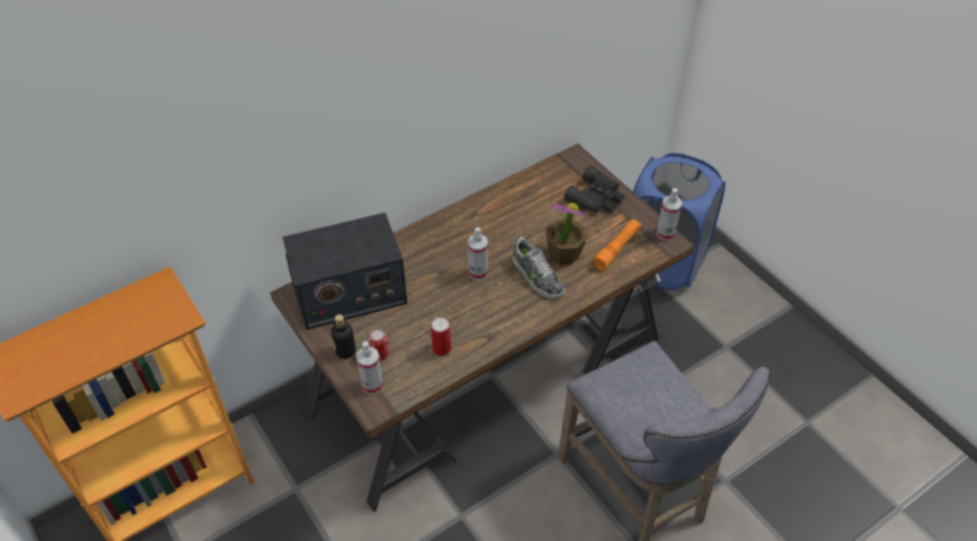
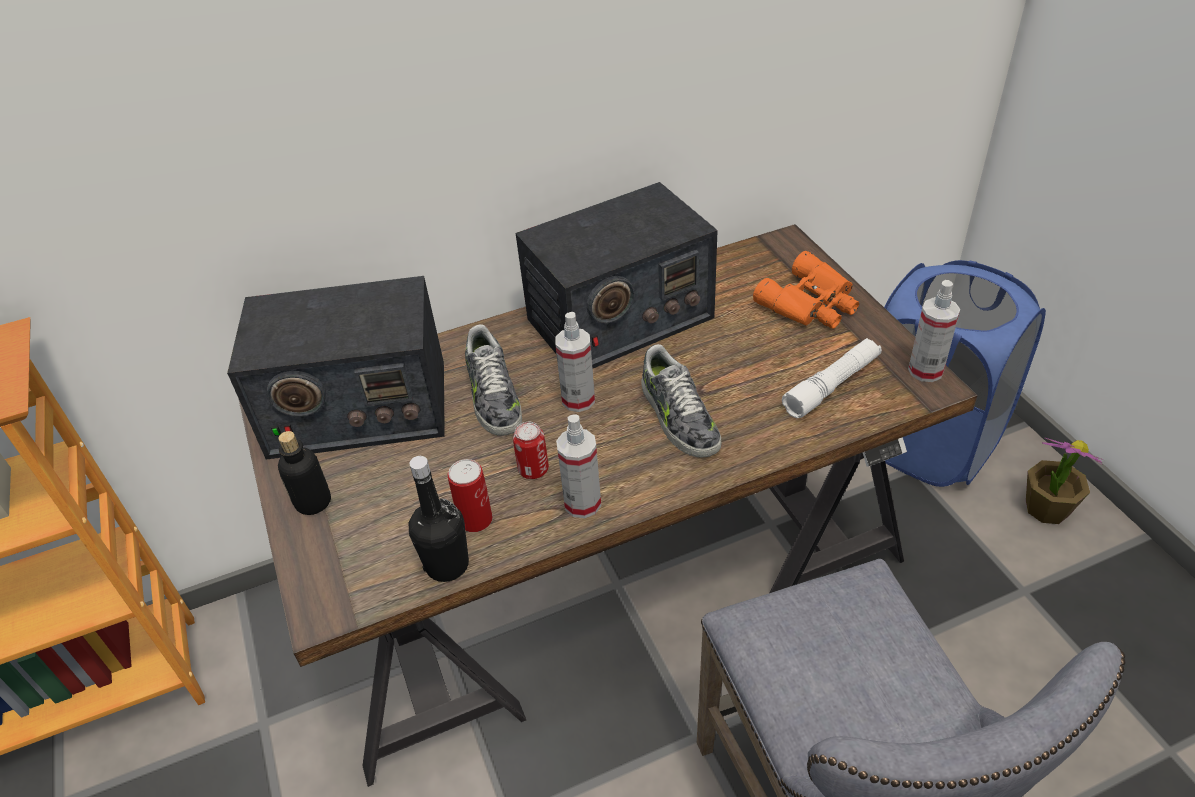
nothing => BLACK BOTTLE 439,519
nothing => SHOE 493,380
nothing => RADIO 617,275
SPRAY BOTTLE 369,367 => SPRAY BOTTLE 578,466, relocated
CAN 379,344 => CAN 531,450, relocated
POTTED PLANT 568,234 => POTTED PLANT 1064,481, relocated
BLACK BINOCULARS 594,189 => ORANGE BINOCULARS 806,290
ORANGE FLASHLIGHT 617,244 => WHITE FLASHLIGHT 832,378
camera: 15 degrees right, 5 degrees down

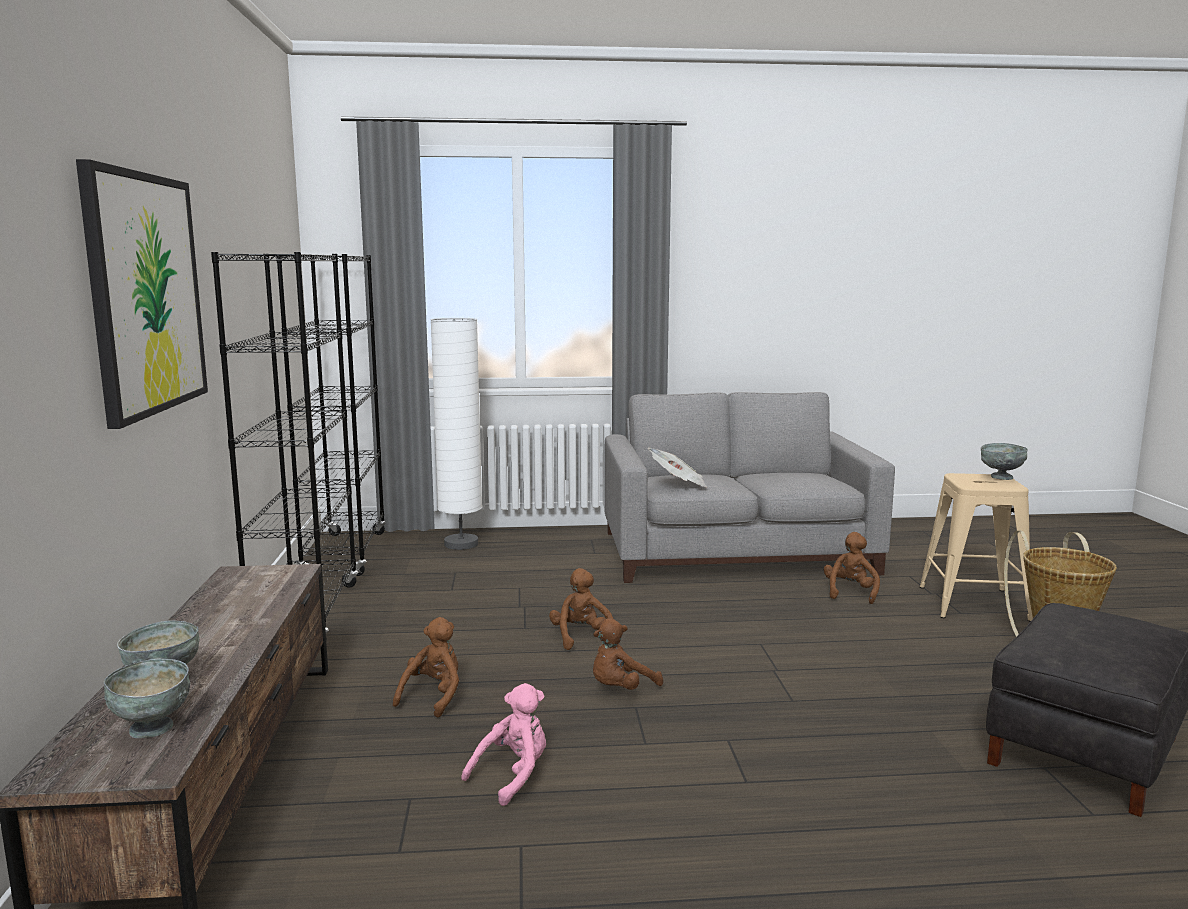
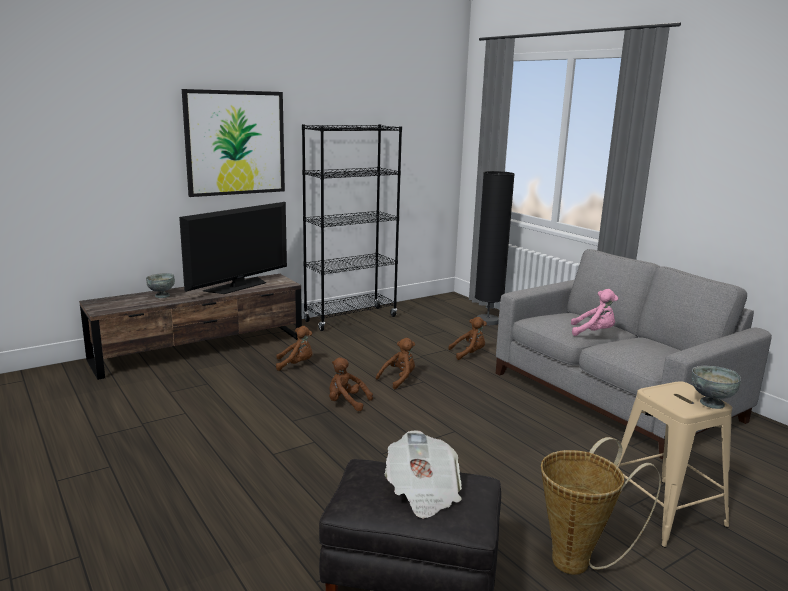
GREY BOWL 147,698 => nothing
BLACK BOOKCASE 330,415 => nothing
nothing => TELEVISION 233,248
PINK PLUSH TOY 503,744 => PINK PLUSH TOY 594,312, relocated
NEWSPAPER 677,467 => NEWSPAPER 423,474, relocated
BROWN PLUSH TOY 852,568 => BROWN PLUSH TOY 467,338, relocated
WHITE FLOOR LAMP 456,434 => BLACK FLOOR LAMP 495,248
camera: 60 degrees right, 5 degrees up

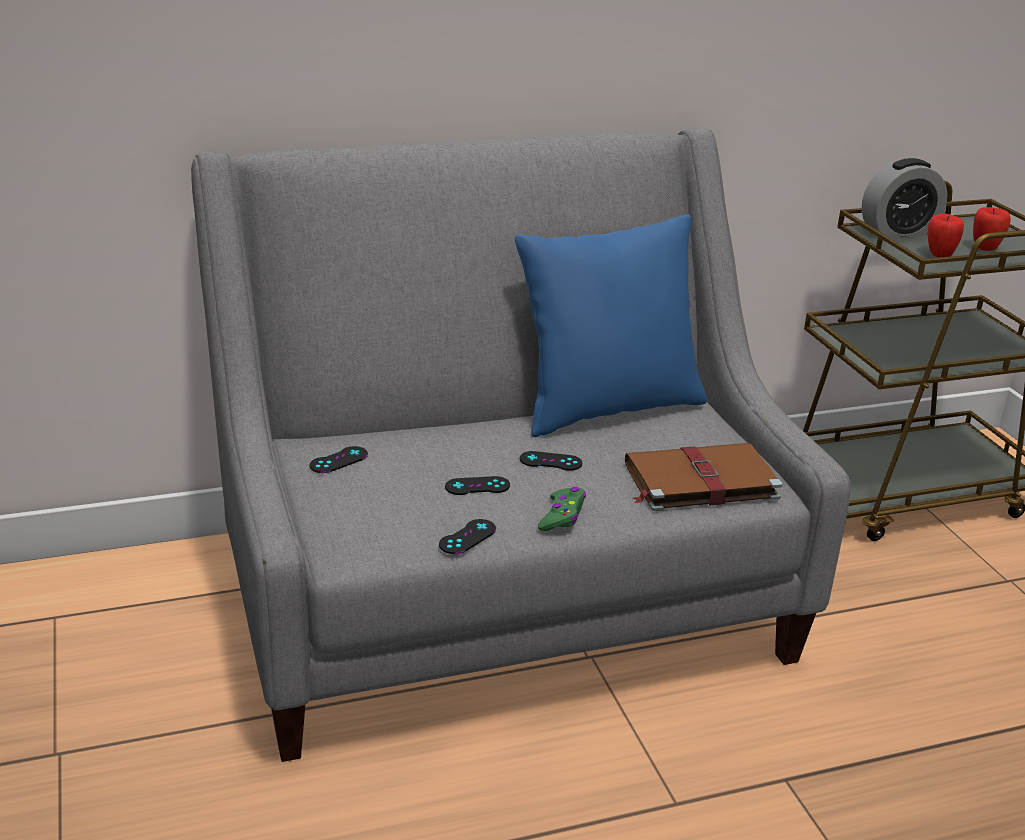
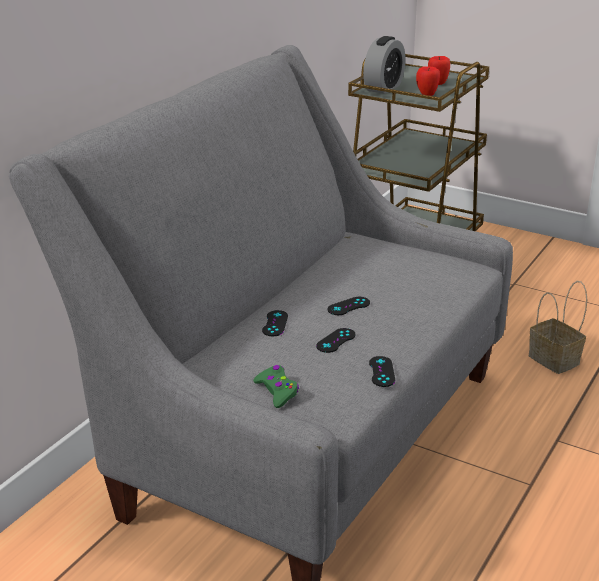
BLUE PILLOW 611,326 => nothing
BROWN BOOK 704,477 => nothing
nothing => BASKET 558,327
BLACK GAME CONTROLLER 338,459 => BLACK GAME CONTROLLER 275,323, relocated
GREEN GAME CONTROLLER 562,509 => GREEN GAME CONTROLLER 276,386, relocated
camera: 40 degrees left, 0 degrees up

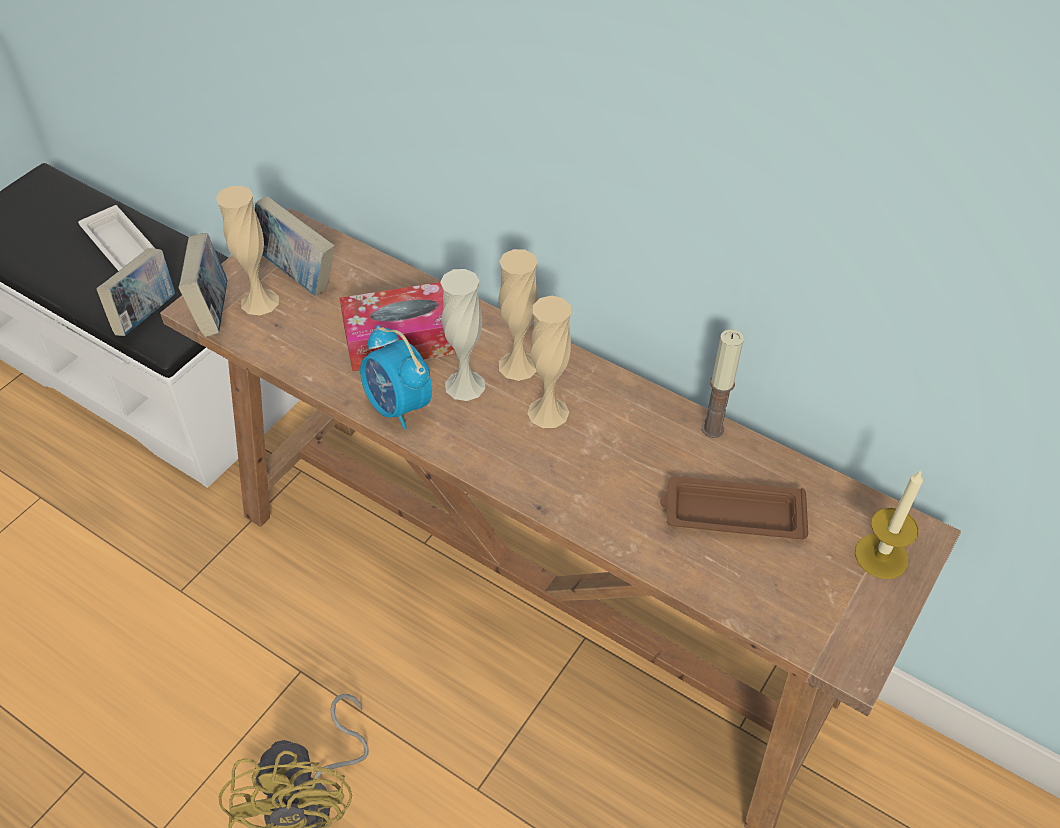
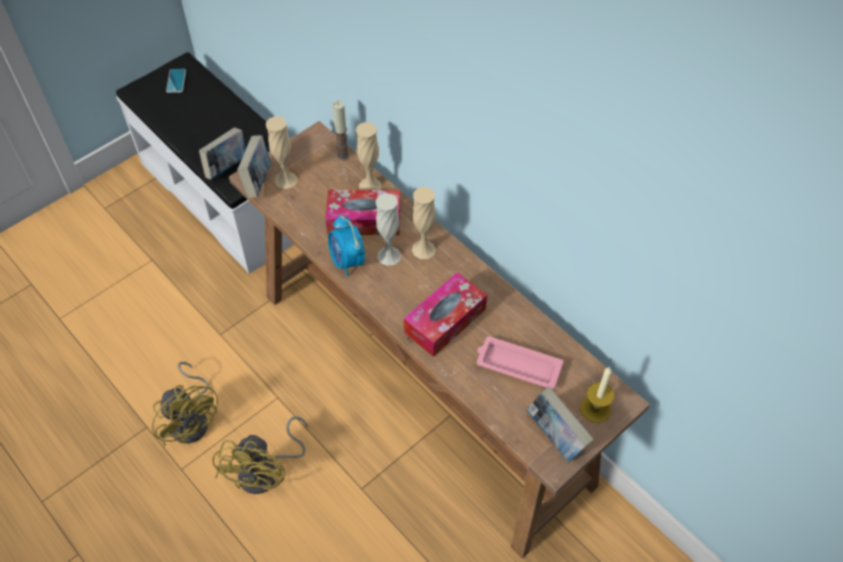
WHITE TRAY 116,238 => nothing
nothing => YELLOW FAN 185,404
nothing => PHONE 176,81
nothing => TISSUE BOX 445,314
BOOK 295,246 => BOOK 560,424, relocated
BEIGE VASE 549,362 => BEIGE VASE 369,156, relocated
CANDLE 722,383 => CANDLE 340,131, relocated
BROWN TRAY 734,507 => PINK TRAY 520,362
camera: 15 degrees right, 5 degrees up

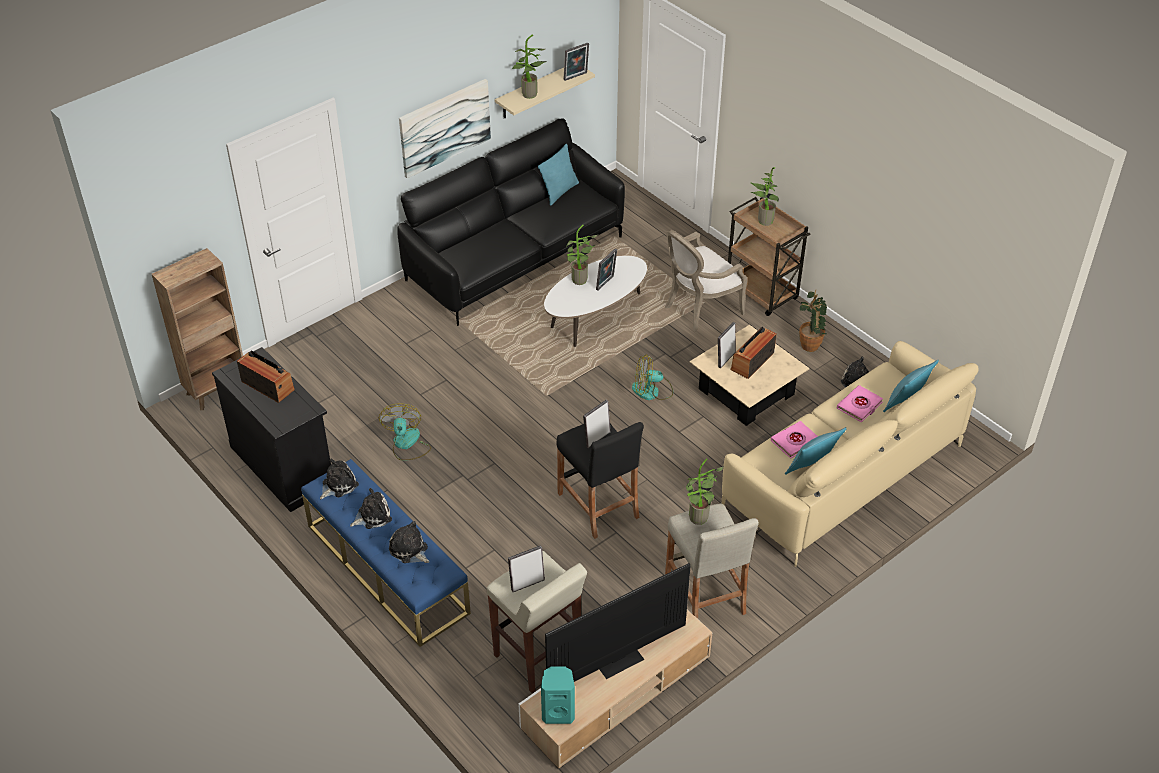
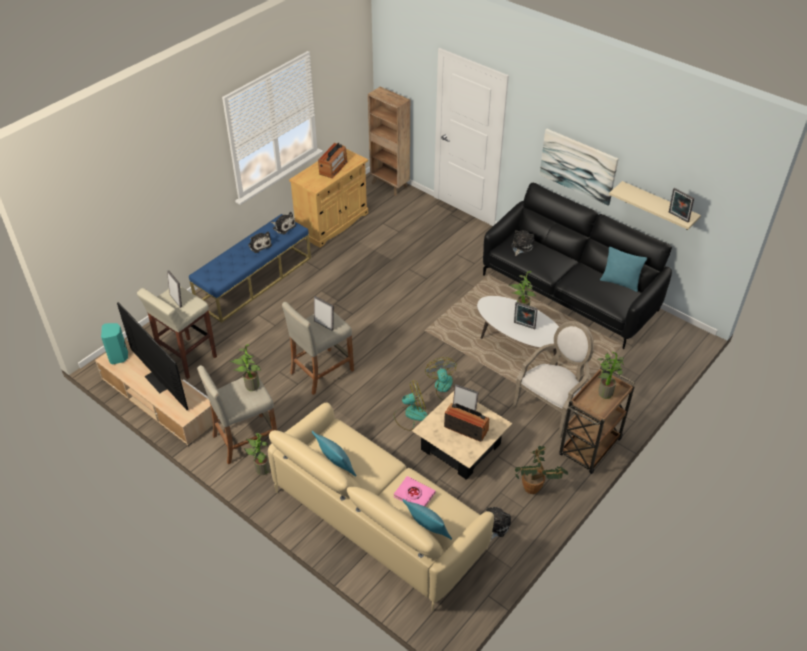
PINK BOOK 794,440 => nothing
FAN 405,432 => FAN 410,405, relocated
PLUSH TOY 409,542 => PLUSH TOY 522,243, relocated
POTTED PLANT 529,67 => POTTED PLANT 257,454, relocated
BLACK CABINET 271,429 => BEIGE CABINET 328,198
BLACK STOOL 600,480 => BEIGE STOOL 318,348
ARMCHAIR 706,281 => ARMCHAIR 553,379, 90 degrees clockwise
camera: 80 degrees right, 0 degrees up

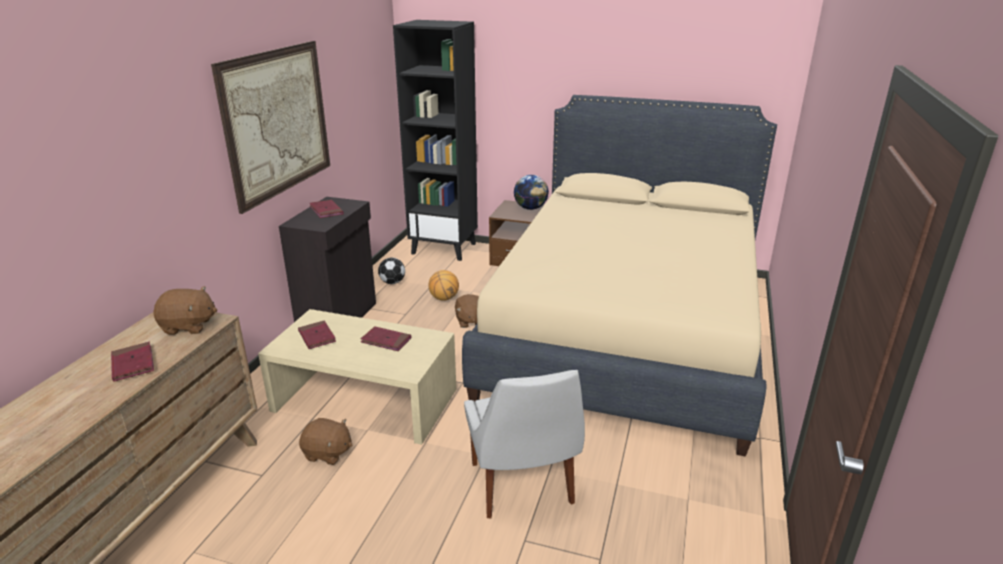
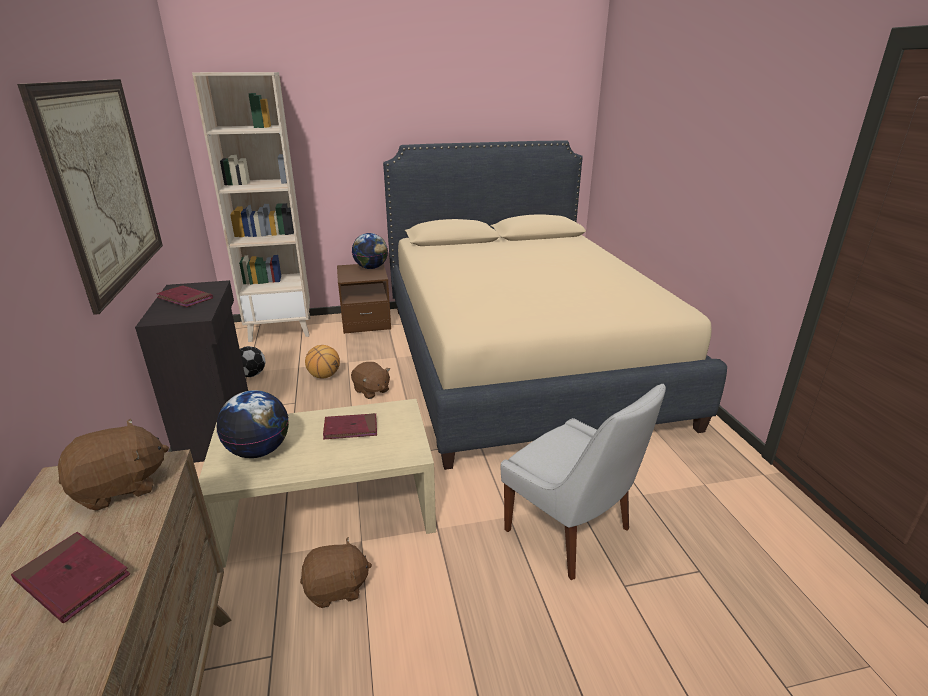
RED BOOK 317,335 => GLOBE 252,424
BLACK BOOKCASE 435,140 => BEIGE BOOKCASE 251,207
camera: 30 degrees left, 0 degrees up

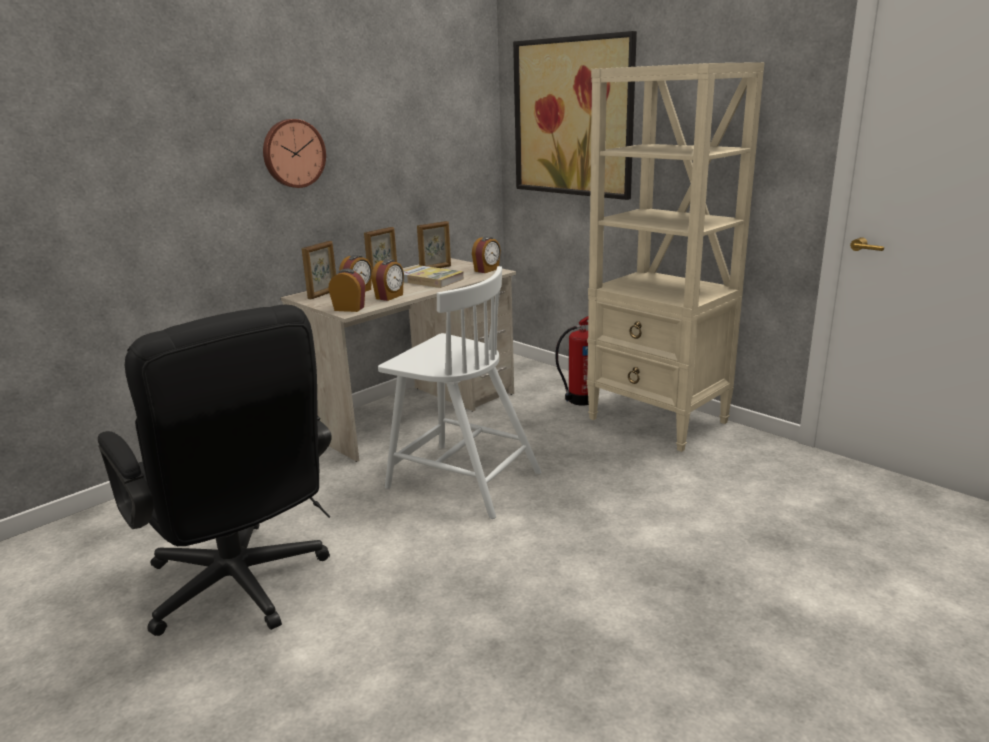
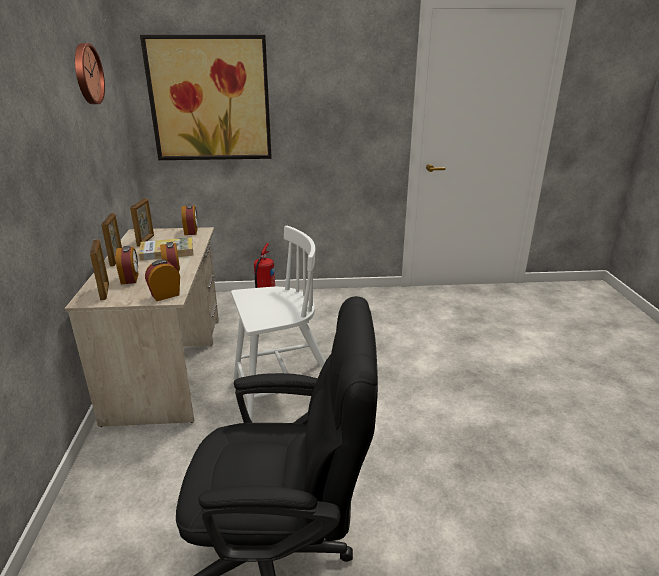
BEIGE BOOKCASE 676,257 => nothing
WALL CLOCK 294,153 => WALL CLOCK 90,73, relocated
camera: 50 degrees left, 5 degrees up

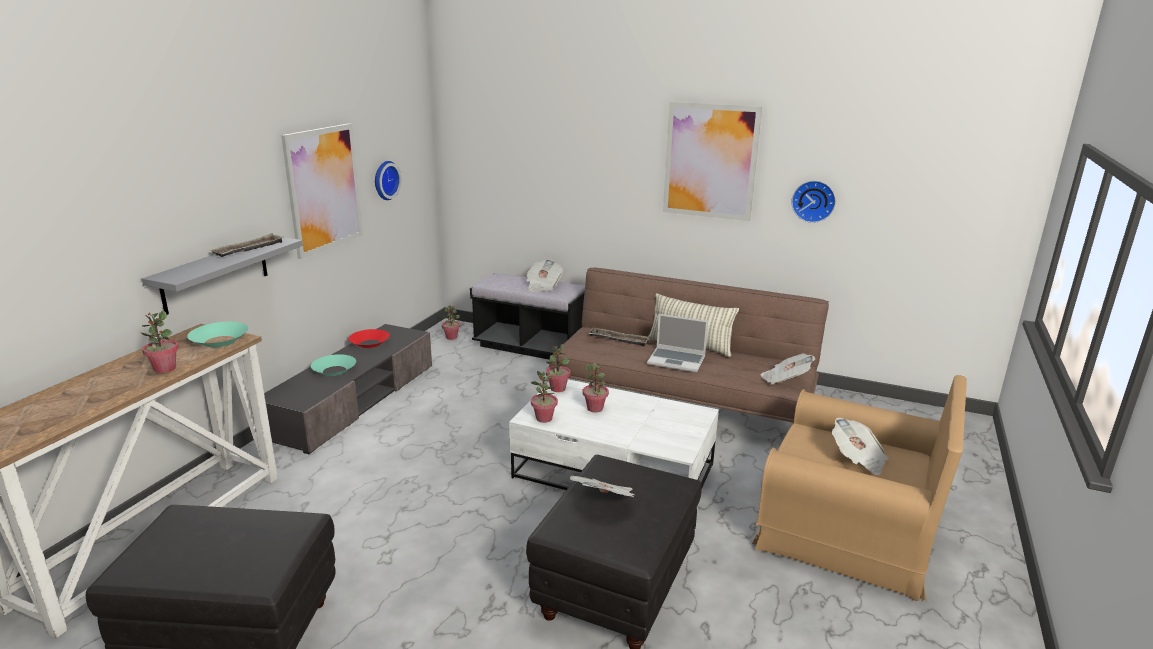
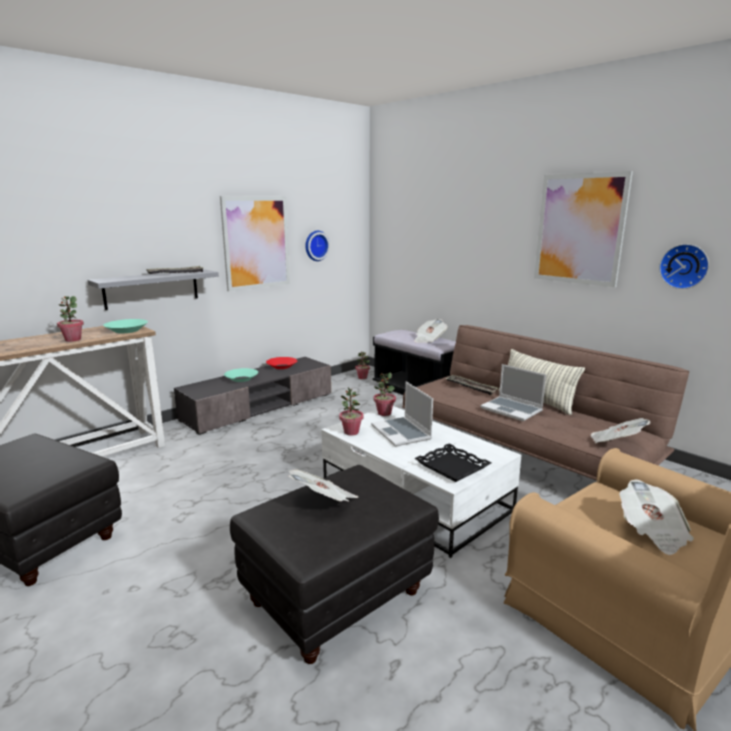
nothing => BLACK TRAY 453,463
POTTED PLANT 596,388 => LAPTOP 402,414
camera: 25 degrees right, 5 degrees down

